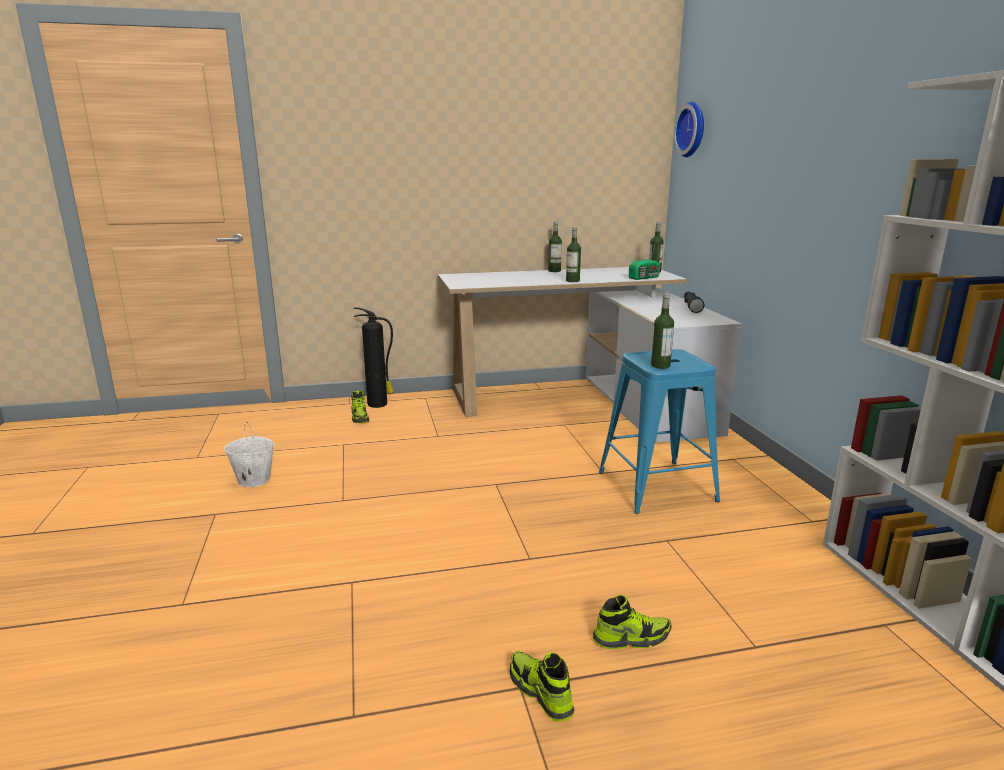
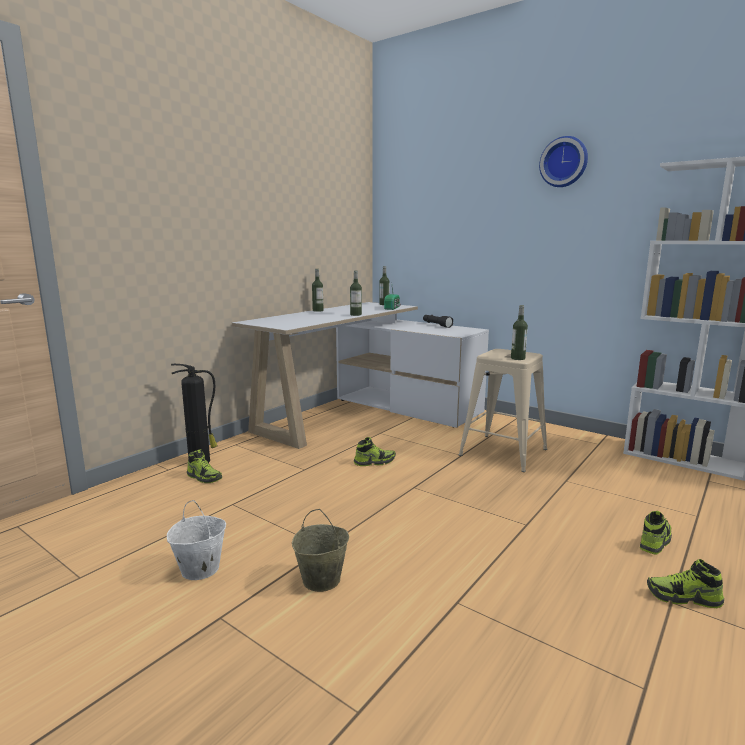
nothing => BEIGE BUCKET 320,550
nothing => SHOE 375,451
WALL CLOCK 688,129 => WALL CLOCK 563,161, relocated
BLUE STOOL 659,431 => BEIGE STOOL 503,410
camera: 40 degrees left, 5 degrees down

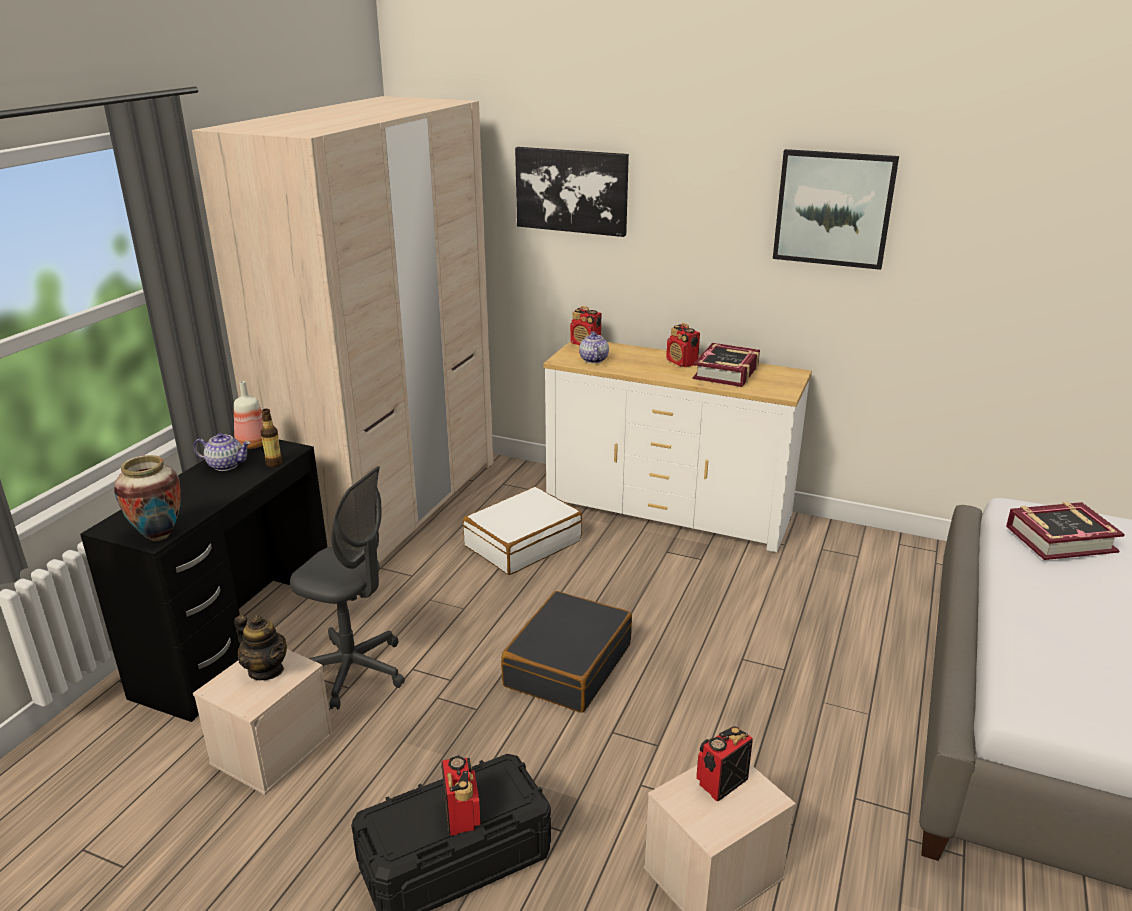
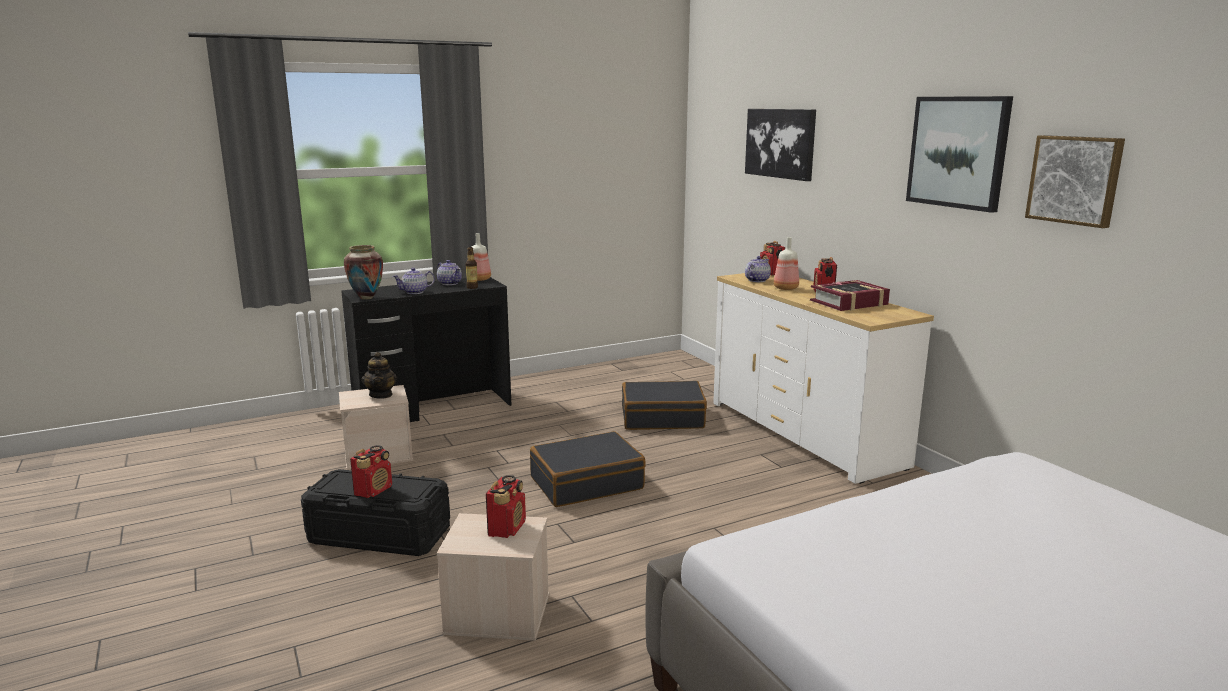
BEIGE WARDROBE 342,329 => nothing
GREY OFFICE CHAIR 347,588 => nothing
BOOK 1065,531 => nothing
nothing => TEAPOT 414,281
nothing => BOTTLE 786,263
nothing => PICTURE 1075,181
WHITE SUITCASE 522,531 => BLACK SUITCASE 664,405
RADIO 724,763 => RADIO 506,506, 105 degrees clockwise
camera: 40 degrees right, 10 degrees down

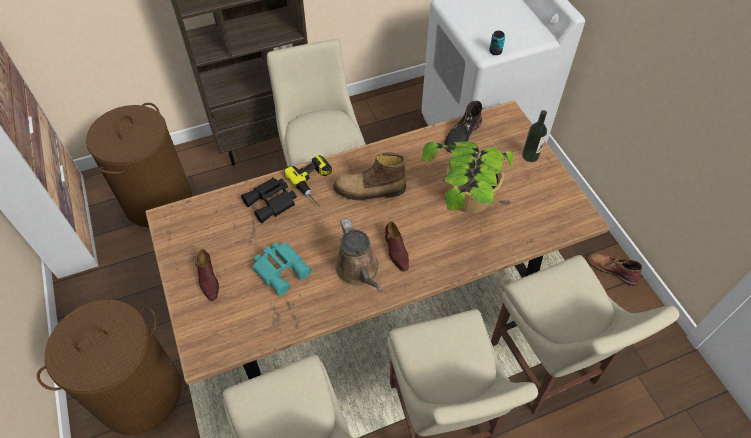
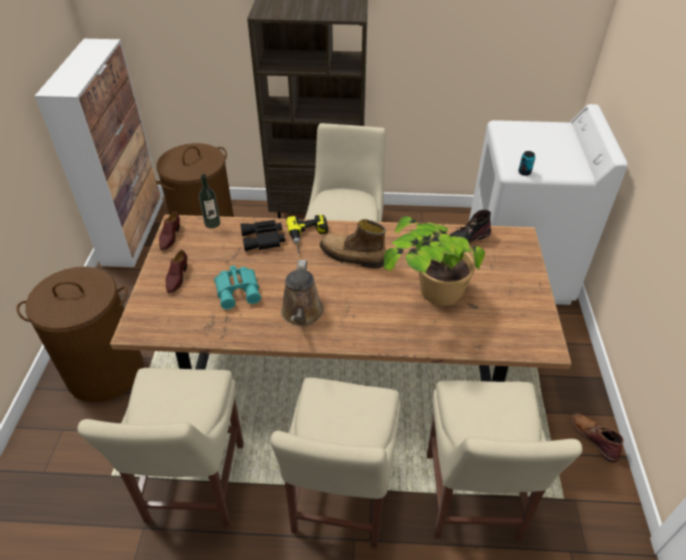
BROWN SHOE 397,246 => BROWN SHOE 169,230, relocated
BOTTLE 534,136 => BOTTLE 209,201, relocated
camera: 25 degrees right, 10 degrees down

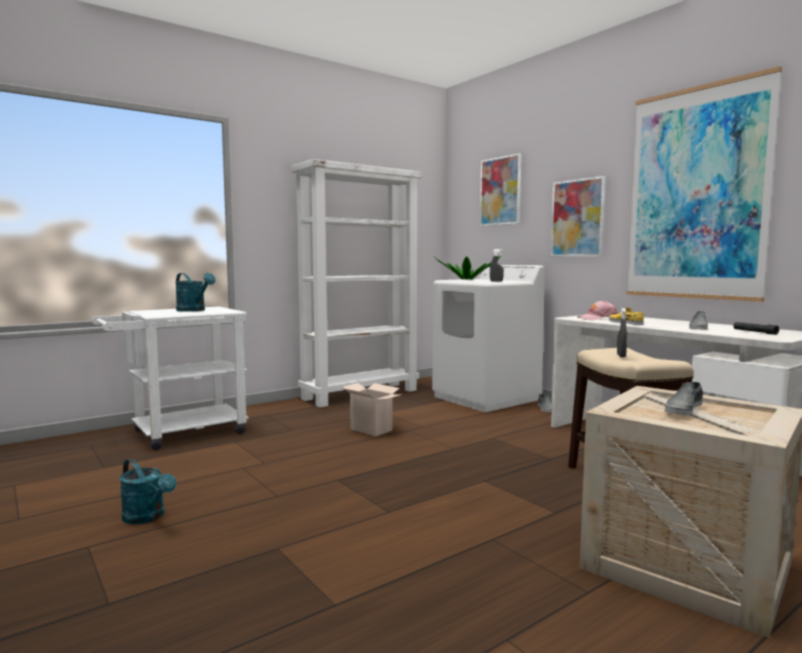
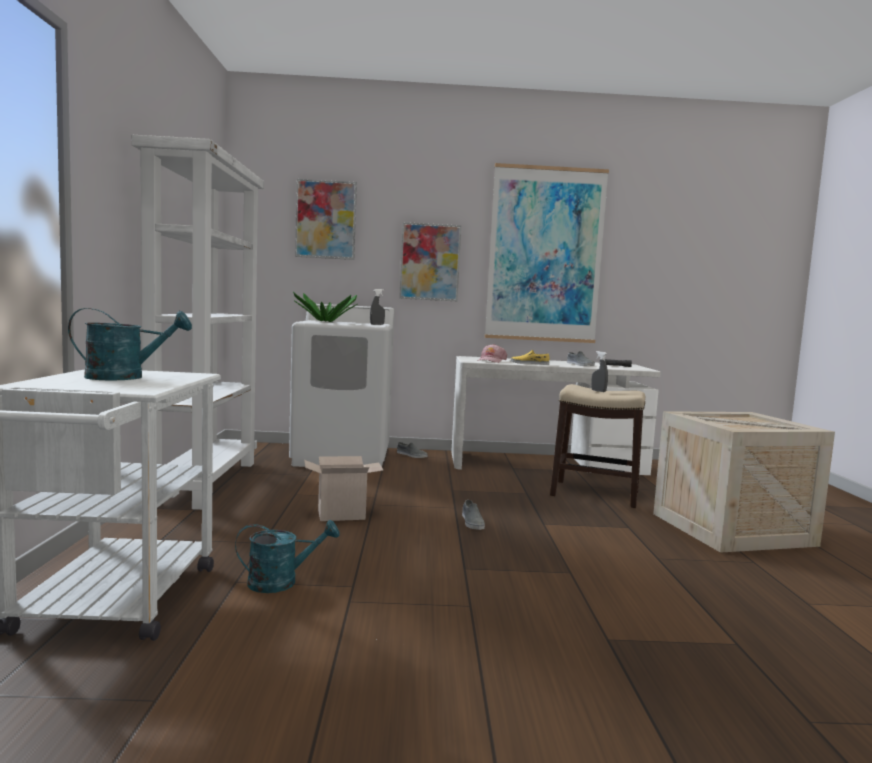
TURQUOISE WATERING CAN 147,491 => TURQUOISE WATERING CAN 287,556, relocated
GREY SHOE 684,398 => GREY SHOE 473,515, relocated
camera: 55 degrees left, 0 degrees up

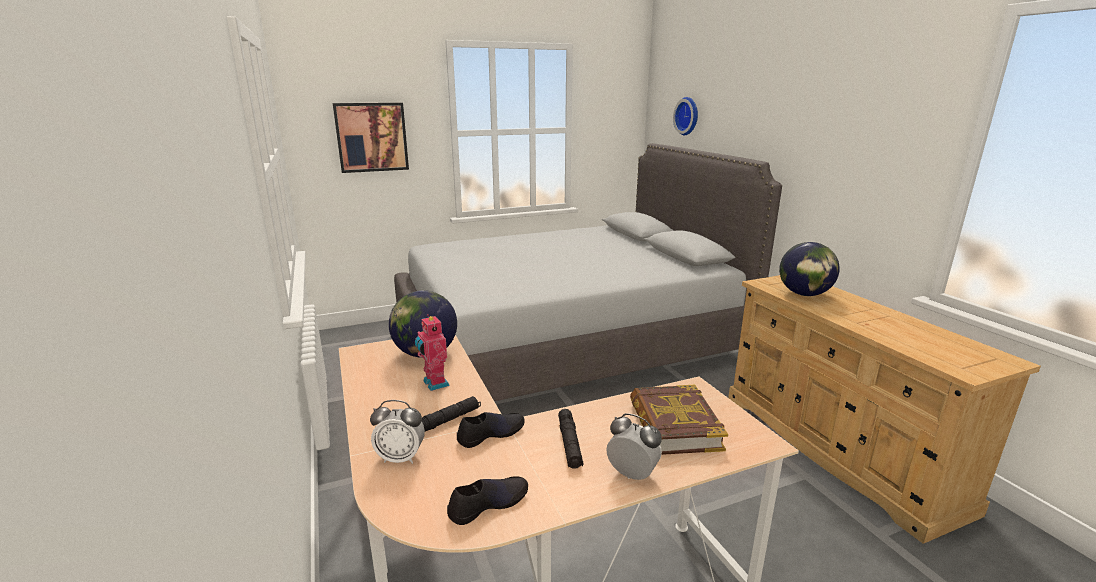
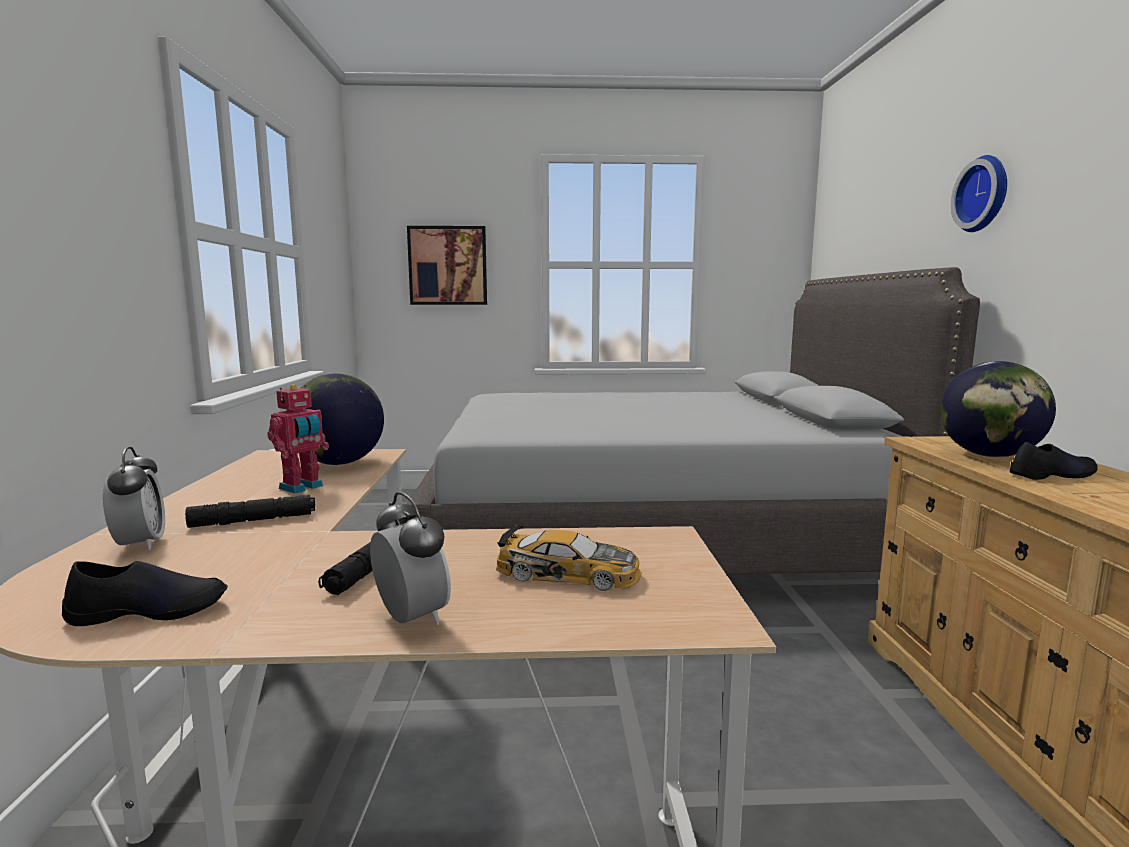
BLACK SHOE 491,430 => BLACK SHOE 1054,461, relocated
WALL CLOCK 685,116 => WALL CLOCK 979,193, relocated
BOOK 679,420 => TOY CAR 569,558
ALARM CLOCK 397,432 => ALARM CLOCK 134,498, 135 degrees counterclockwise
TOY ROBOT 432,353 => TOY ROBOT 298,438, 135 degrees counterclockwise
camera: 20 degrees right, 10 degrees down

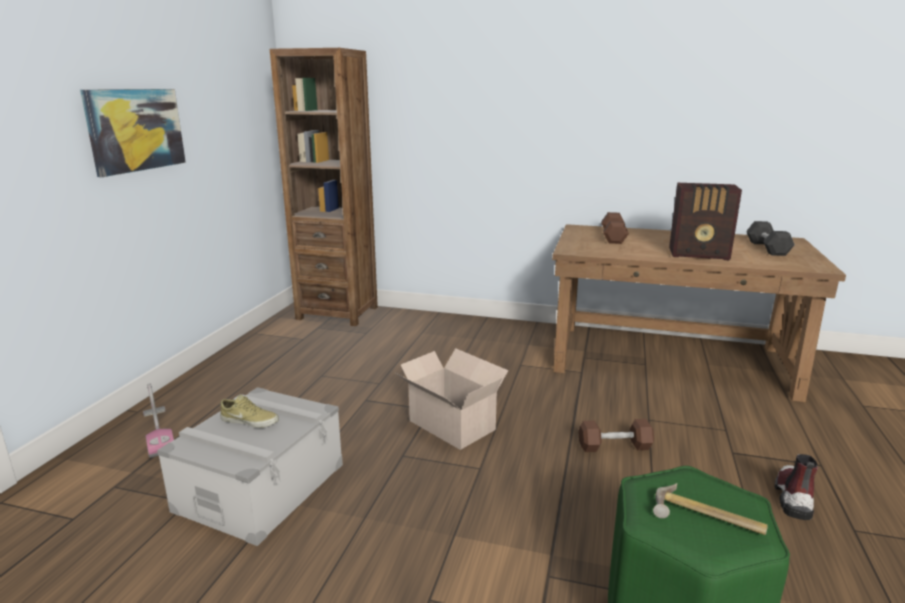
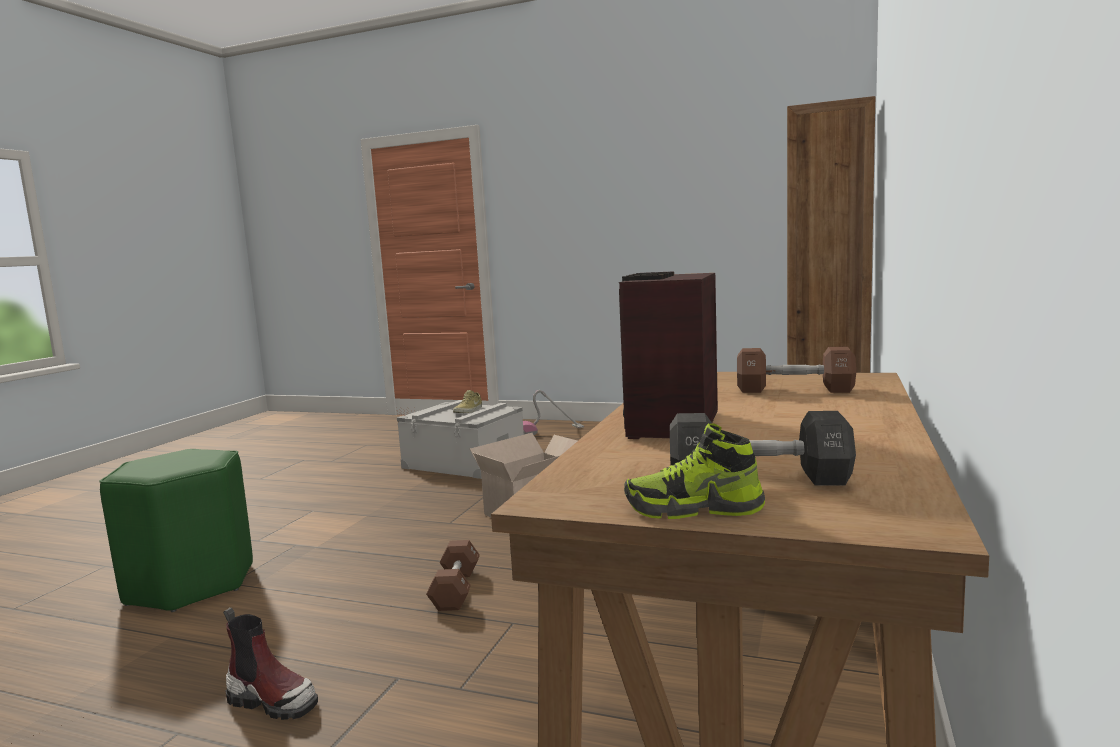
PICTURE 133,133 => nothing
HAMMER 710,509 => nothing
nothing => SHOE 694,471
camera: 95 degrees right, 10 degrees down

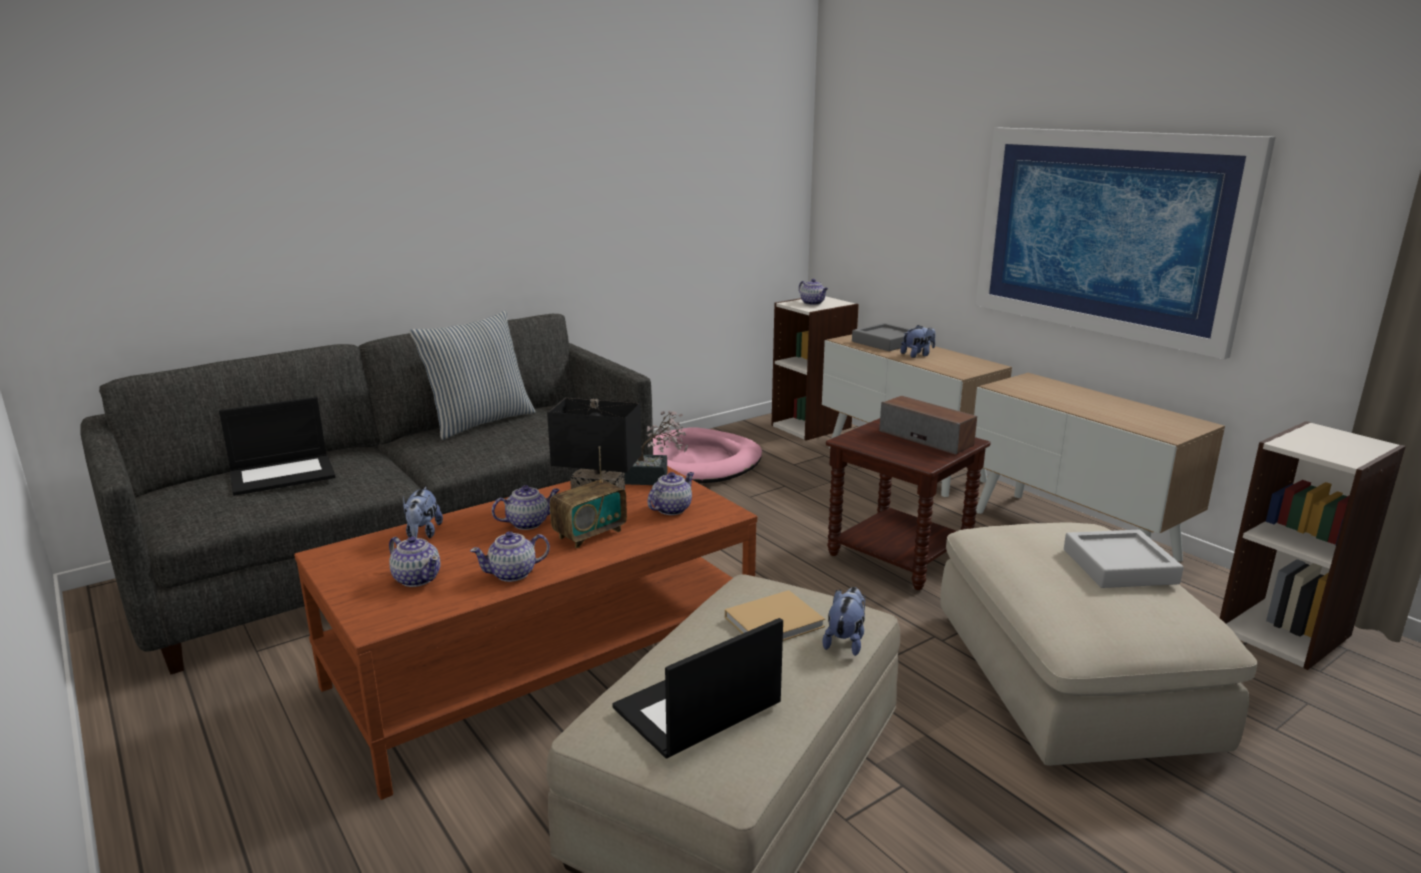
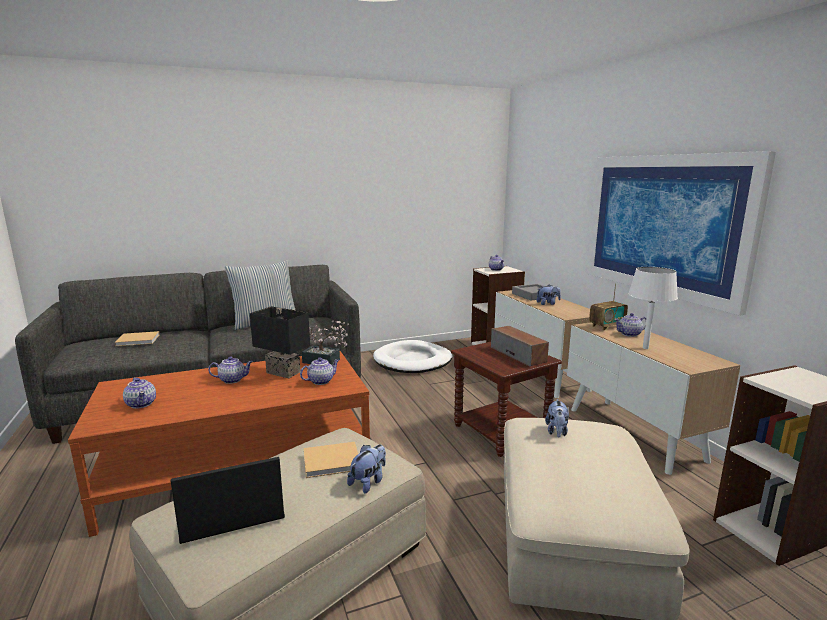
GREY TRAY 1124,559 => nothing
nothing => WHITE TABLE LAMP 653,308
PLUSH TOY 423,513 => PLUSH TOY 557,418, relocated
TEAPOT 510,556 => TEAPOT 630,325, relocated
RADIO 588,497 => RADIO 608,307, relocated
LAPTOP 277,446 => BEIGE BOOK 137,338
PINK DOG BED 707,455 => WHITE DOG BED 413,356
camera: 15 degrees right, 5 degrees down

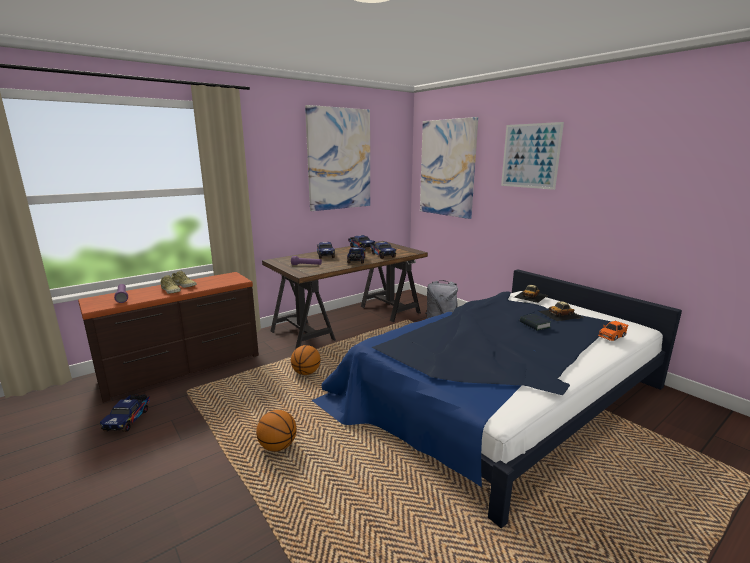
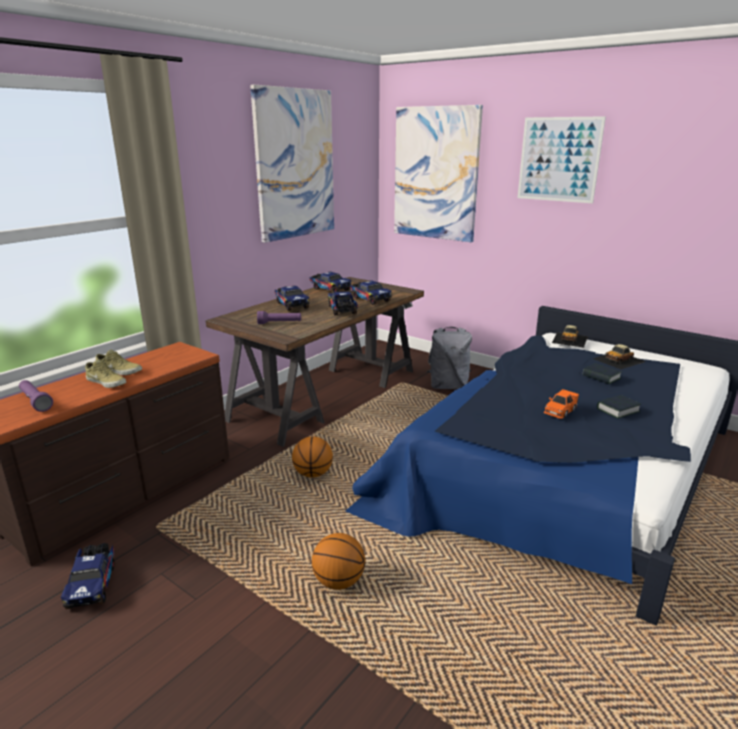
nothing => BOOK 619,407
ORANGE TOY CAR 613,331 => ORANGE TOY CAR 561,404, relocated
camera: 15 degrees left, 5 degrees up

